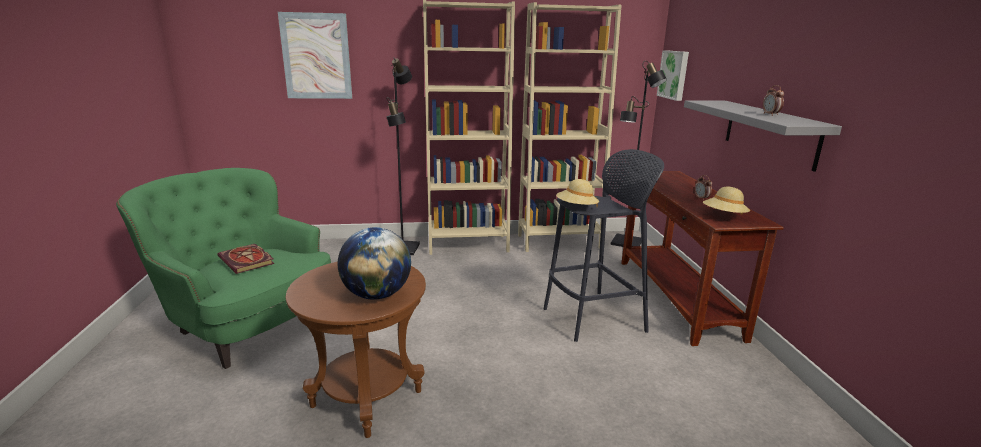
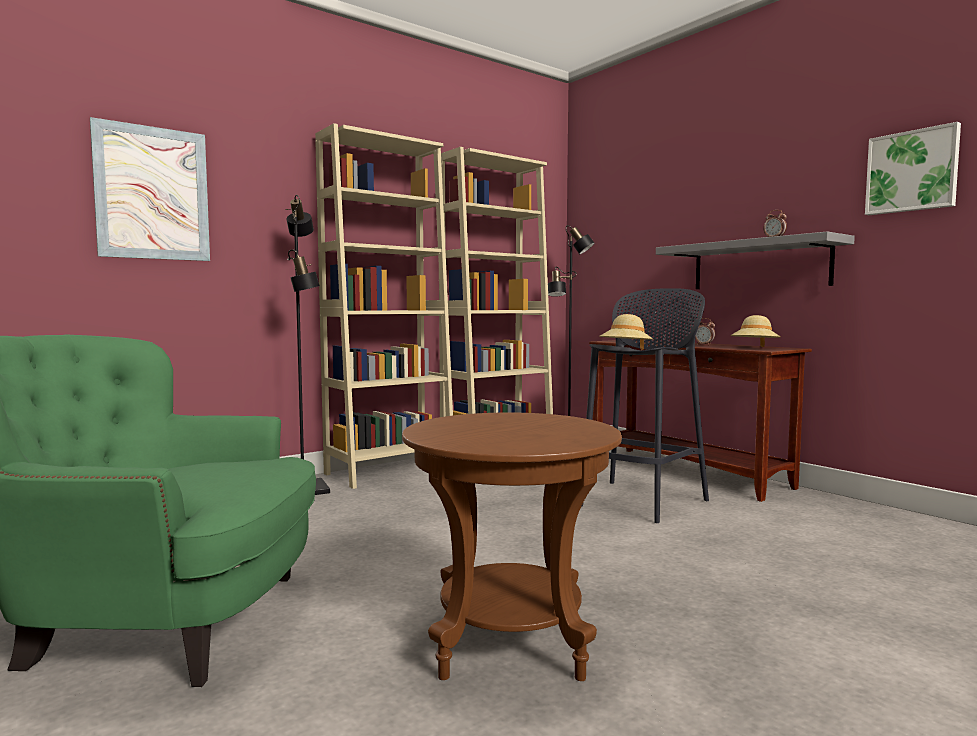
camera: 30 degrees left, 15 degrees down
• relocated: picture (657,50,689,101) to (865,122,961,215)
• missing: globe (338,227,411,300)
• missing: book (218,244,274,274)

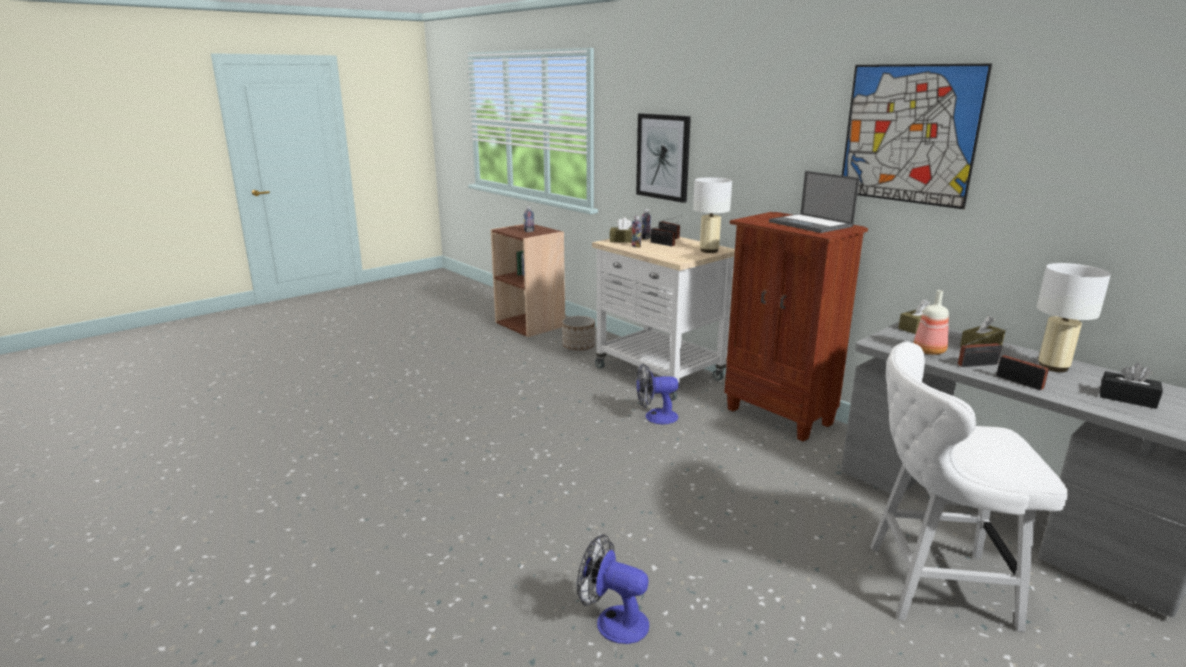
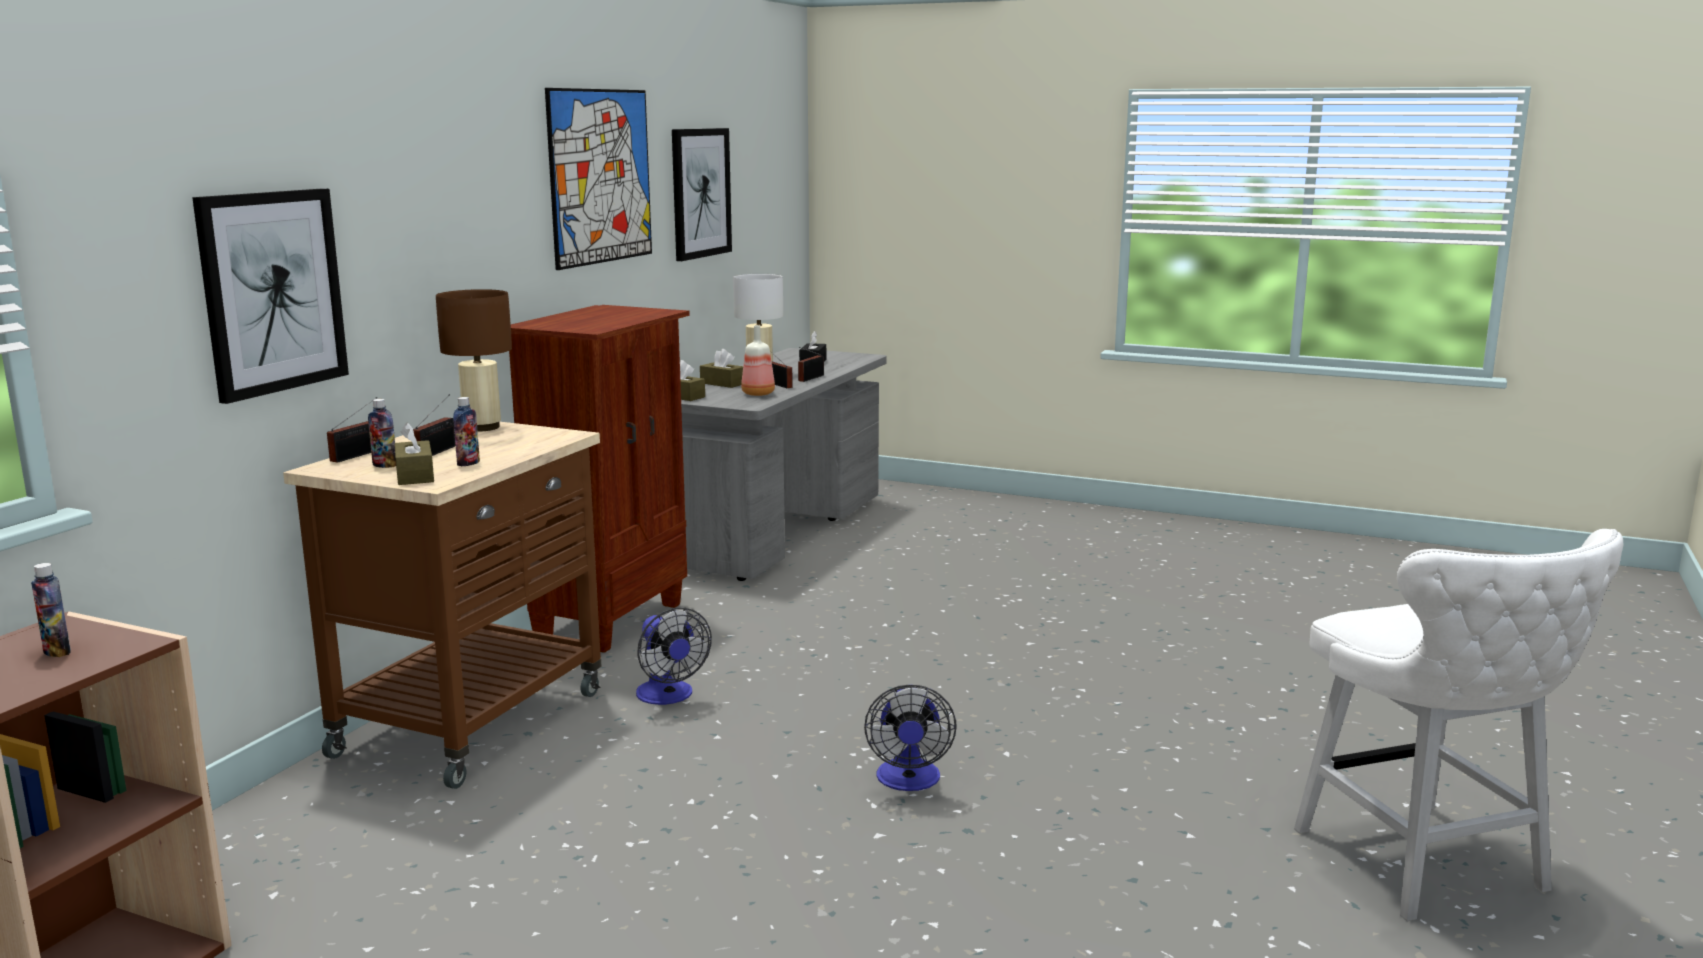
camera: 115 degrees left, 5 degrees down
• missing: laptop (769,171,860,233)
• colour: white table lamp (693,177,732,253) to brown table lamp (436,289,512,432)
• colour: white cart (592,233,735,401) to brown cart (283,422,601,789)
• missing: planter (562,316,595,351)
• relocated: white stool (870,341,1068,632) to (1294,529,1623,921)
• relocated: fan (577,534,649,644) to (864,685,957,791)
• appeared: picture (672,128,732,261)

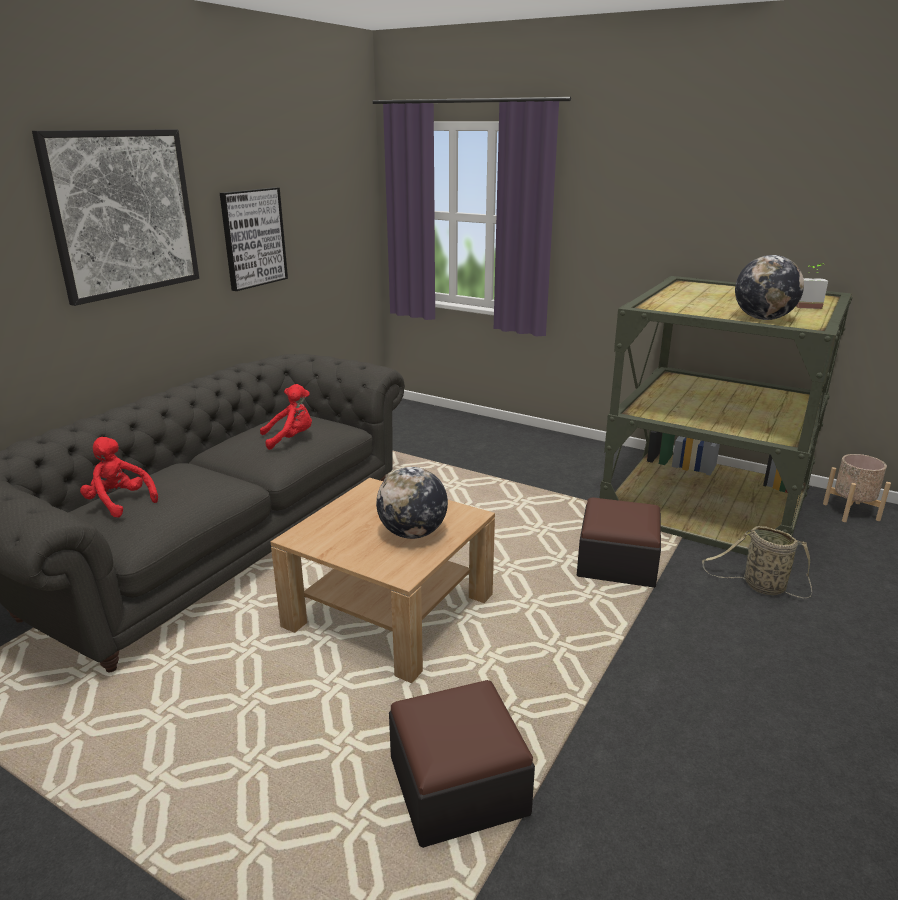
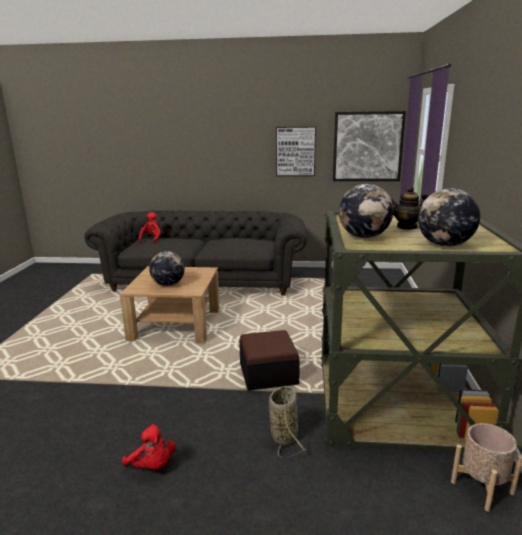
camera: 65 degrees right, 5 degrees down
• relocated: picture (32,129,199,306) to (333,111,406,181)
• exchanged: potted plant (796,263,828,309) to globe (418,188,480,247)
• relocated: red plush toy (260,384,312,450) to (122,424,176,470)
• missing: ottoman (389,680,535,848)
• appeared: teapot (391,186,430,230)

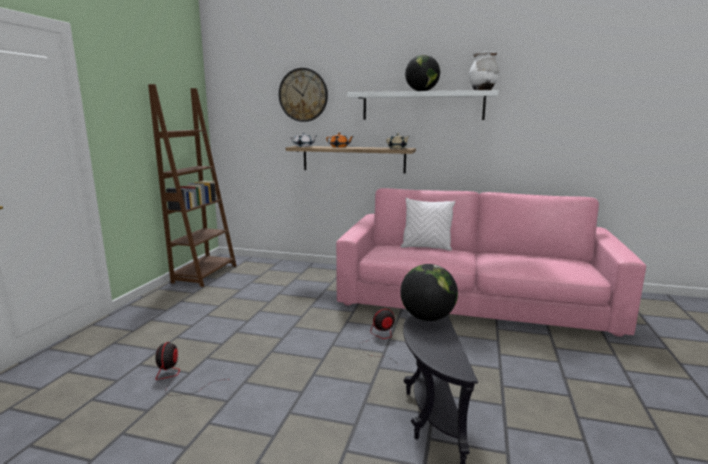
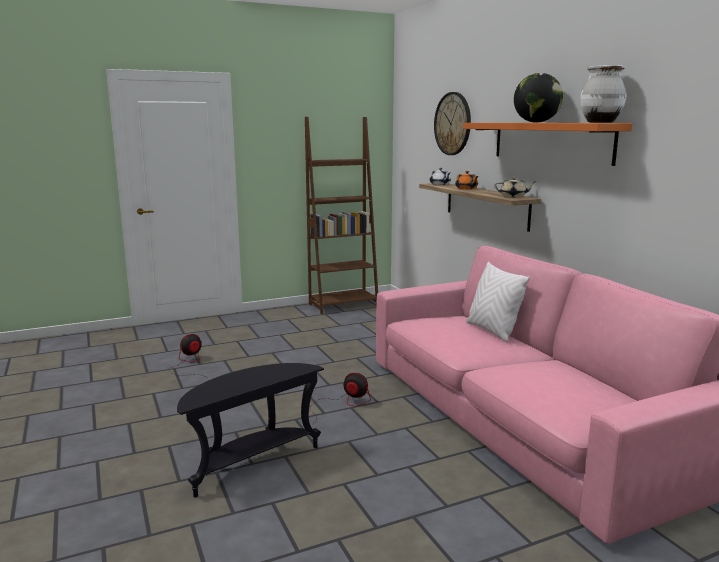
camera: 50 degrees right, 0 degrees up
• colour: white shelf (347,90,498,120) to orange shelf (463,123,632,166)
• missing: globe (400,264,458,321)

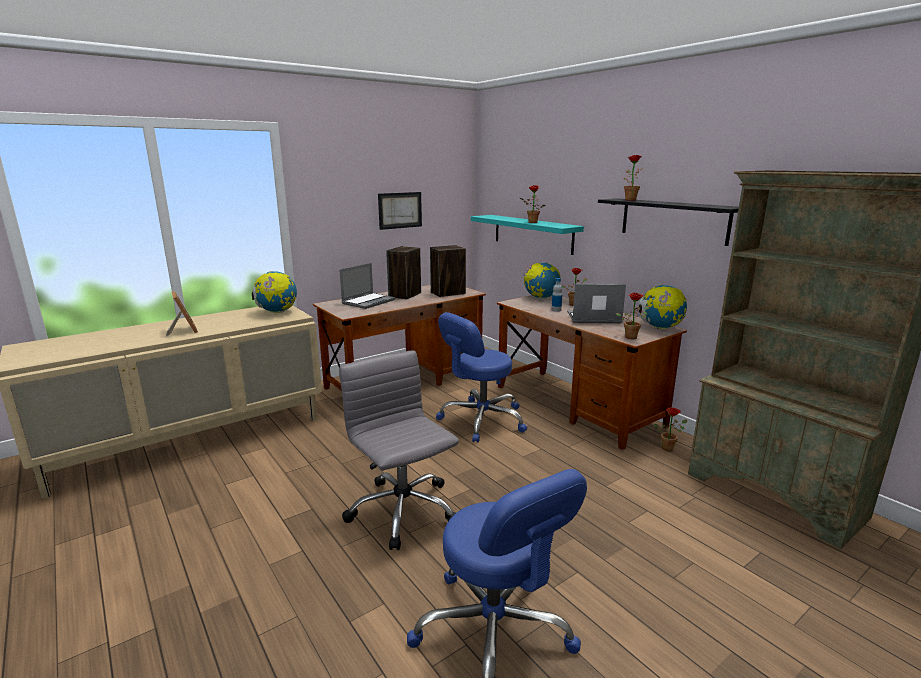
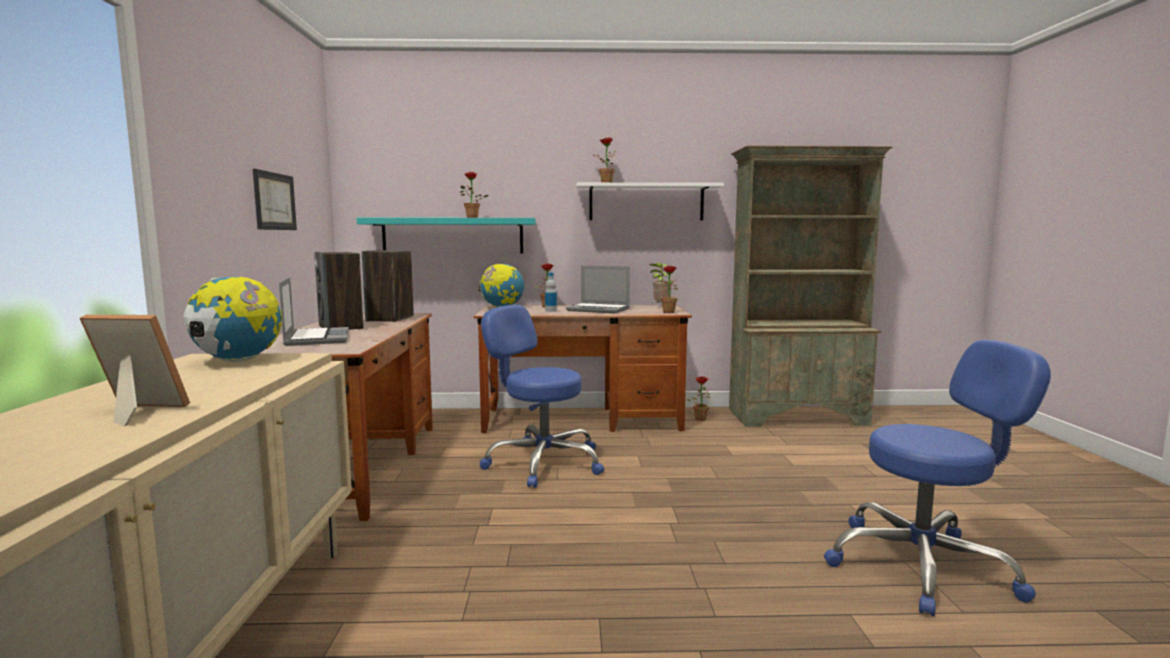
camera: 55 degrees left, 10 degrees down
• colour: black shelf (598,198,739,246) to white shelf (576,183,724,220)
• spun: laptop (567,284,626,323) = (566,266,630,313) 105 degrees counterclockwise
• exchanged: globe (639,284,687,329) to potted plant (649,263,672,305)
• spun: blue office chair (436,312,527,443) = (480,305,604,488) 120 degrees clockwise
• missing: grey office chair (339,351,459,550)

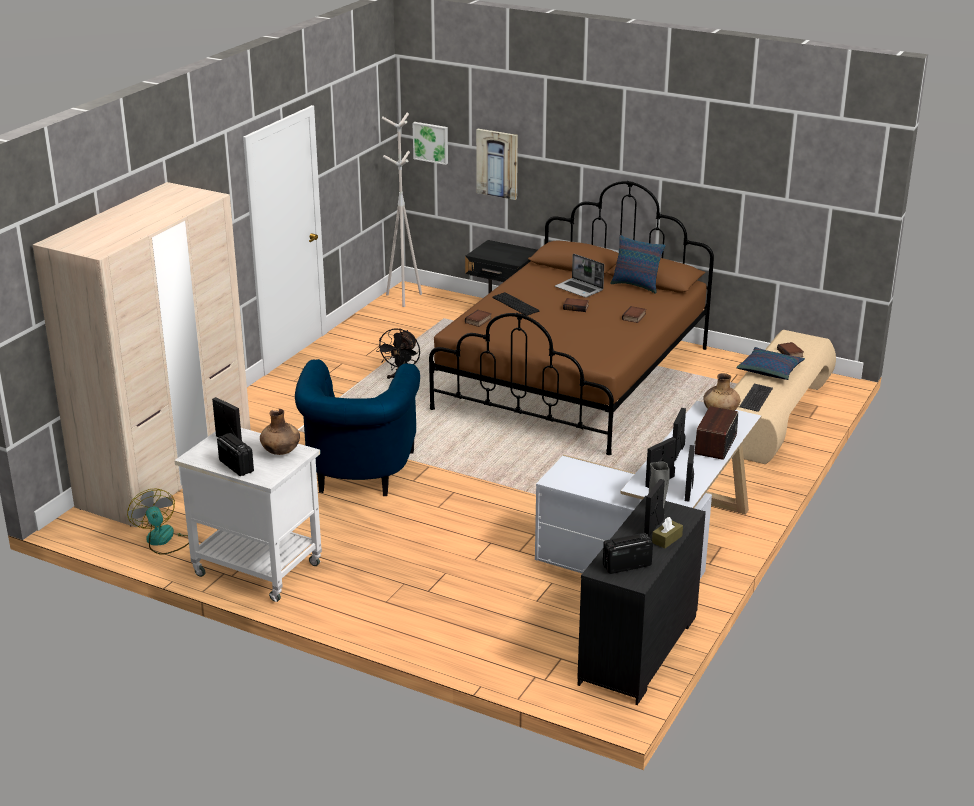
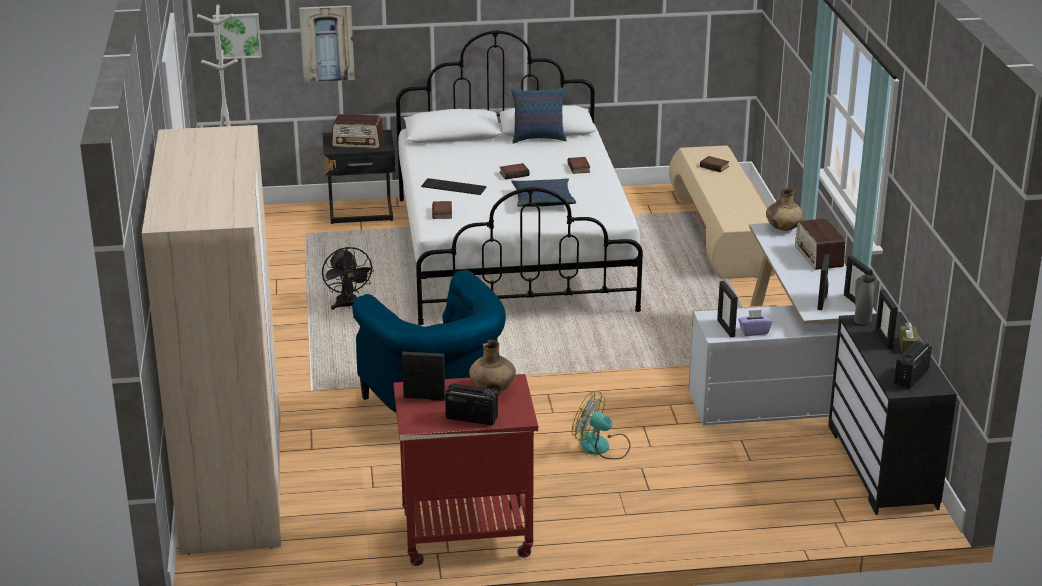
camera: 35 degrees left, 0 degrees up
• colour: brown bed (429,181,714,455) to white bed (396,30,643,325)
• missing: laptop (555,254,604,297)
• relocated: blue pillow (737,347,805,380) to (511,178,576,207)
• missing: keyboard (739,383,773,412)
• relocated: picture frame (673,408,686,461) to (717,281,738,337)
• colour: white cart (174,428,322,602) to red cart (393,374,538,566)
• relocated: fan (127,488,189,555) to (572,391,631,459)
• appeared: radio (332,114,384,148)
• appeared: purple tissue box (738,310,772,336)

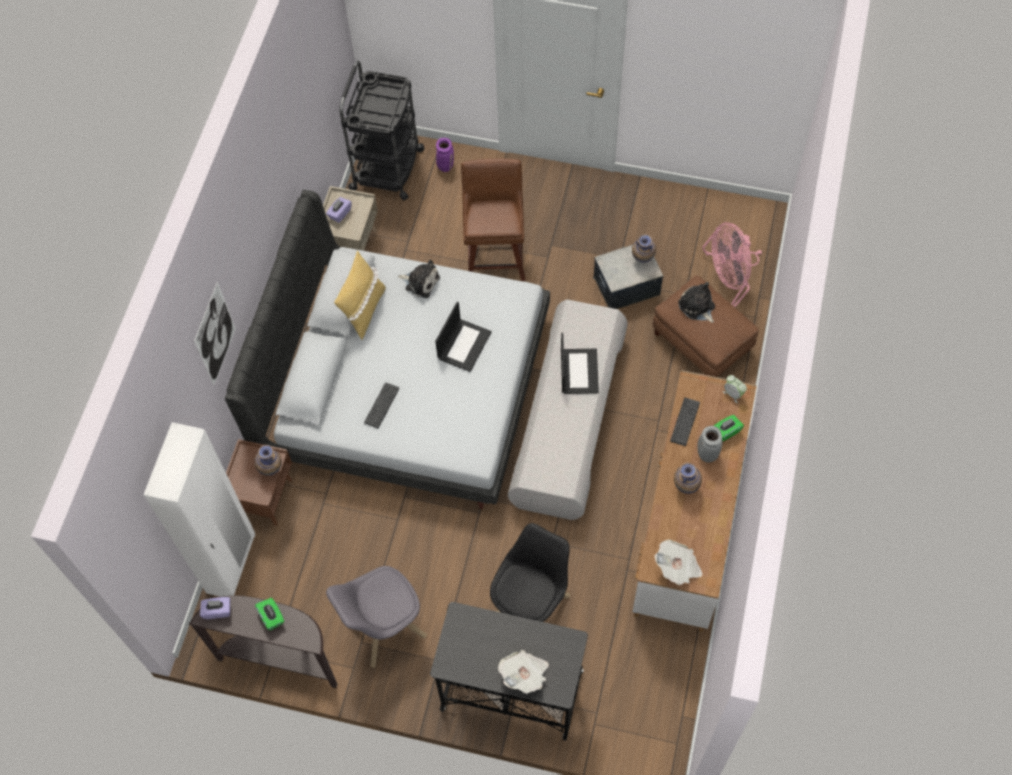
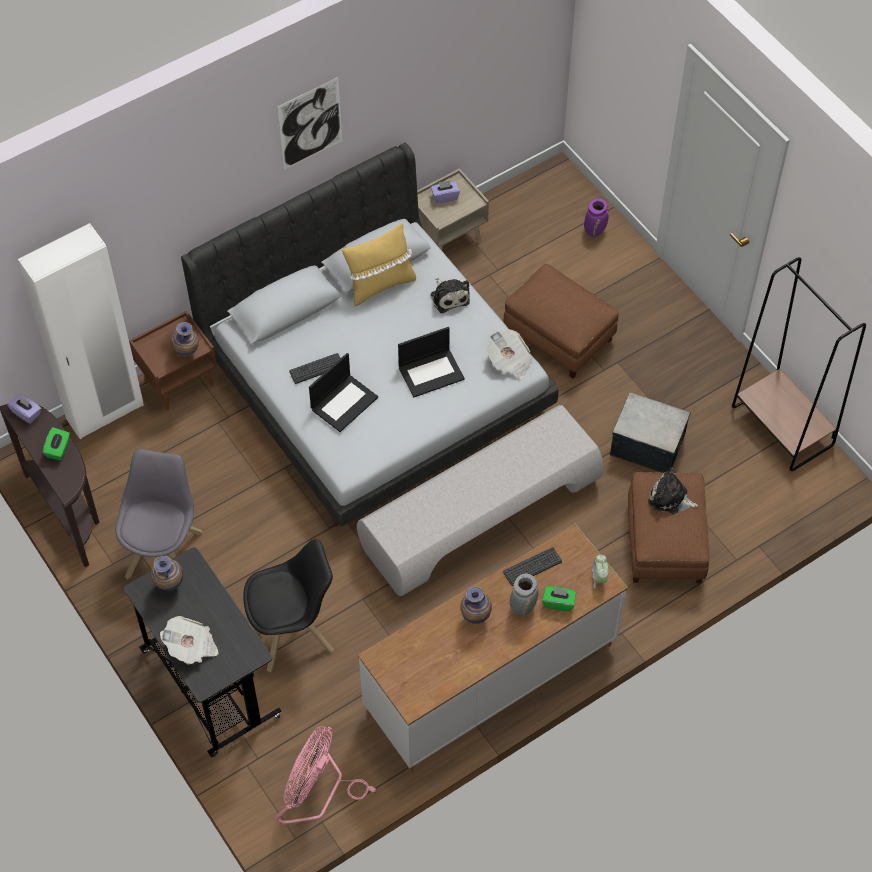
camera: 40 degrees right, 5 degrees down
• missing: black cart (339,61,425,201)
• exchanged: brown chair (461,158,526,281) to brown ottoman (504,263,619,379)
• relocated: pink fan (702,222,763,307) to (275,726,377,825)
• relocated: vase (632,234,656,263) to (151,556,183,591)
• relocated: picture (194,281,236,386) to (277,77,342,170)
• spun: plush toy (678,282,715,323) = (648,467,698,514) 75 degrees counterclockwise
• relocated: laptop (561,333,599,394) to (309,353,378,432)
• relocated: newspaper (655,539,703,585) to (487,329,533,379)
• spun: grey chair (326,566,427,668) = (115,449,203,579) 90 degrees clockwise
• appeared: clothes rack (732,257,866,471)

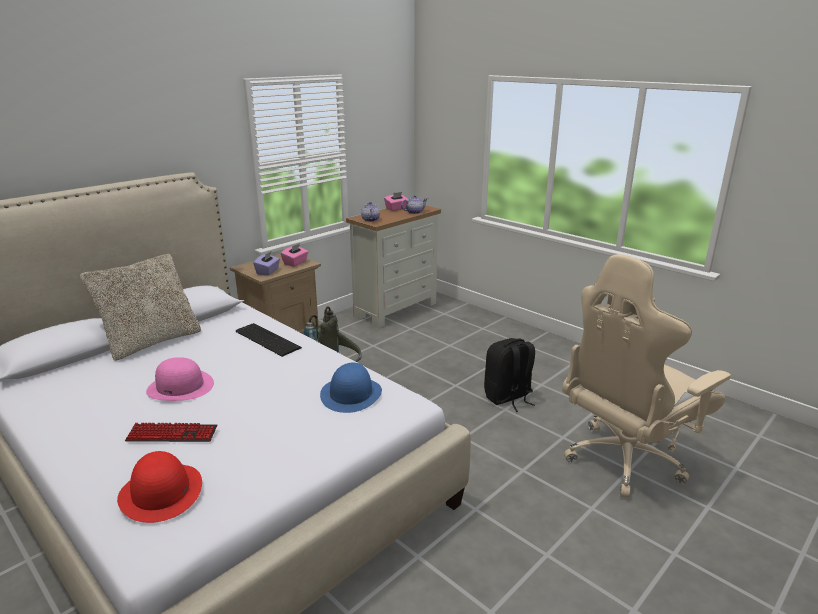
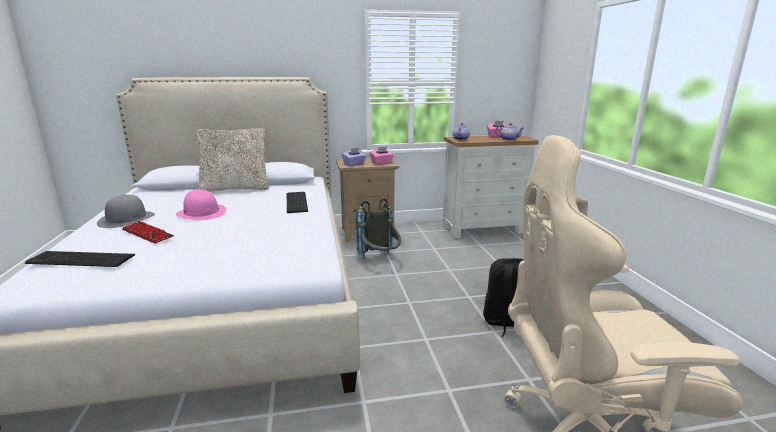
camera: 35 degrees right, 5 degrees down
• missing: blue hat (320,363,382,413)
• exchanged: red hat (117,451,202,523) to keyboard (25,251,135,267)
• appeared: grey hat (97,195,155,228)

